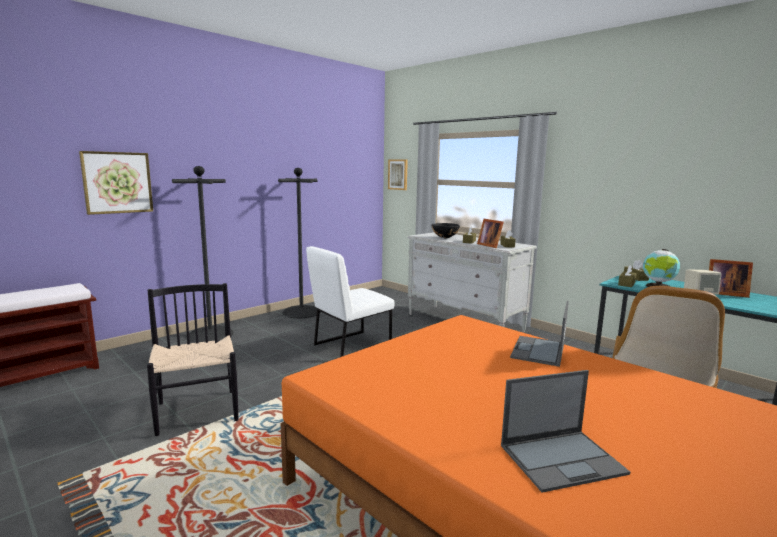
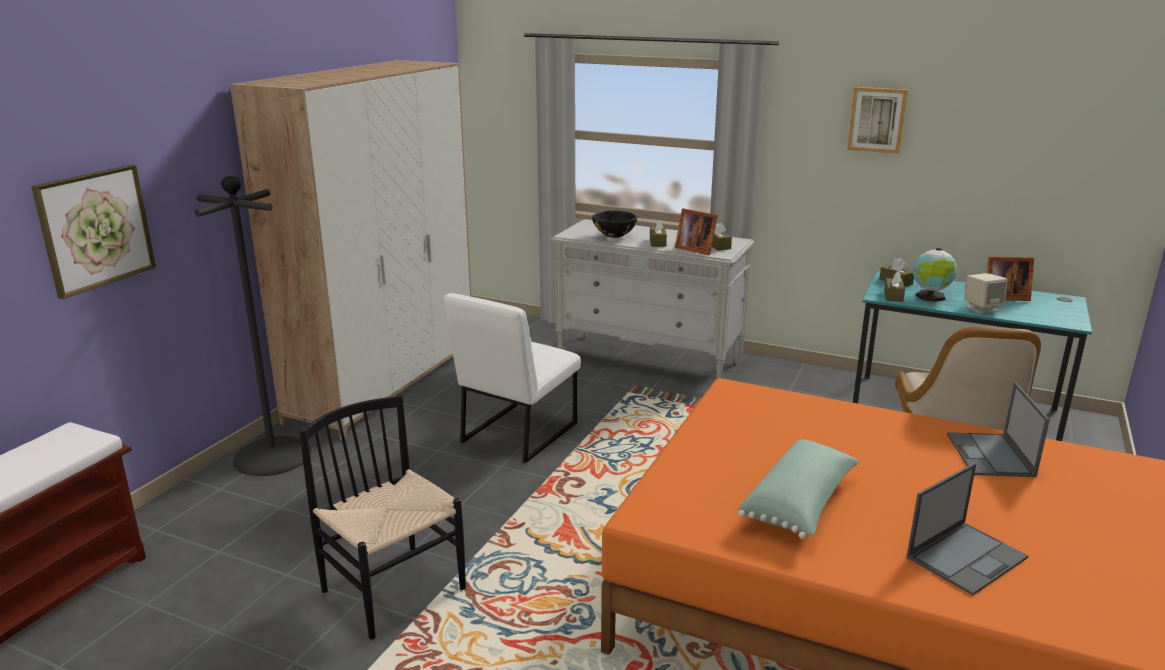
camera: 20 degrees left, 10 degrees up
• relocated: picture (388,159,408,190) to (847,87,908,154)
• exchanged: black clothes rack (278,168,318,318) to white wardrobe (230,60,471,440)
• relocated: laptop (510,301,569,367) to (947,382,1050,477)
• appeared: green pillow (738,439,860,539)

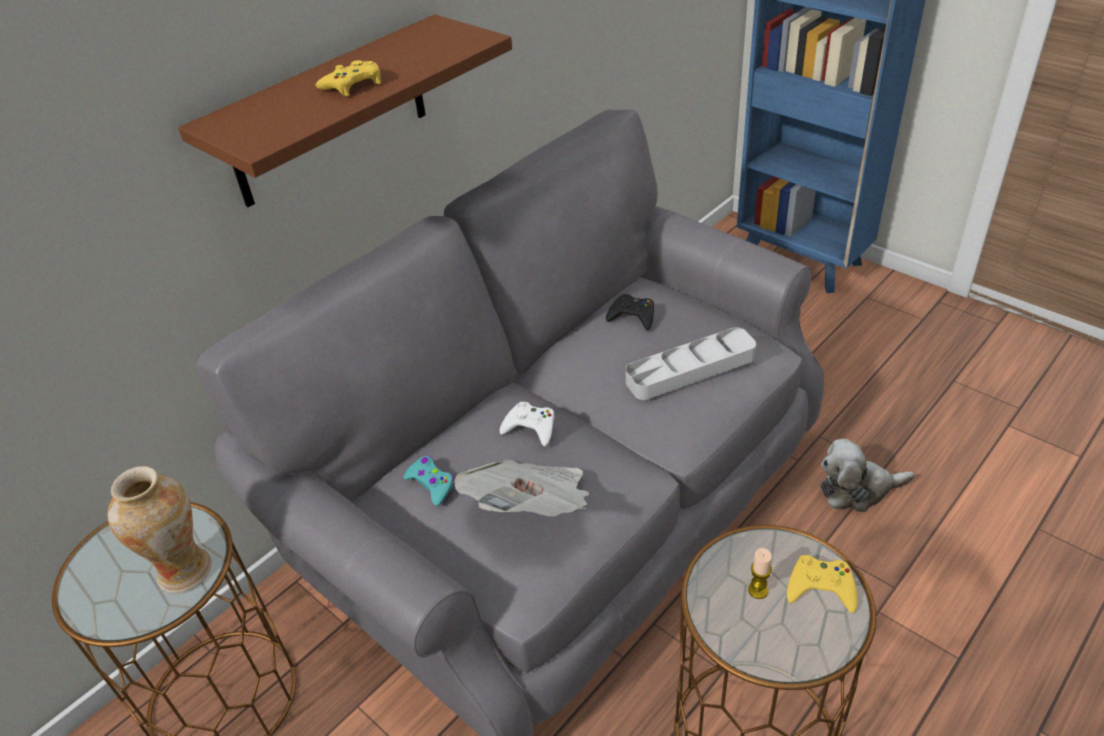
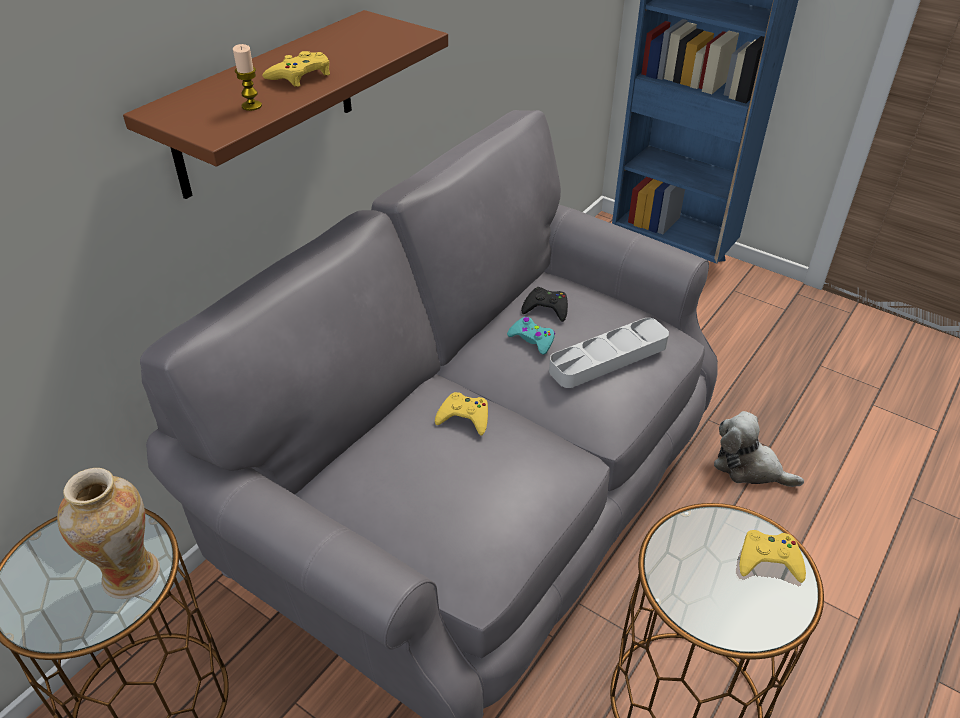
camera: 10 degrees left, 0 degrees up
• colour: white game controller (500,402,555,446) to yellow game controller (435,392,488,435)
• spun: plush toy (820,439,915,512) = (714,411,804,487) 45 degrees clockwise
• relocated: turquoise game controller (403,456,454,506) to (507,317,555,355)
• missing: newspaper (455,459,589,516)
• relocated: candle (748,548,772,599) to (233,44,262,111)

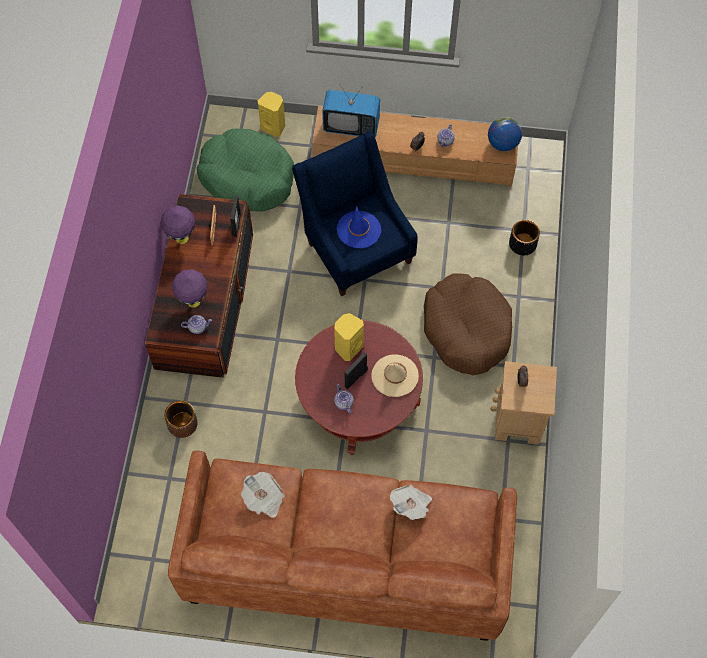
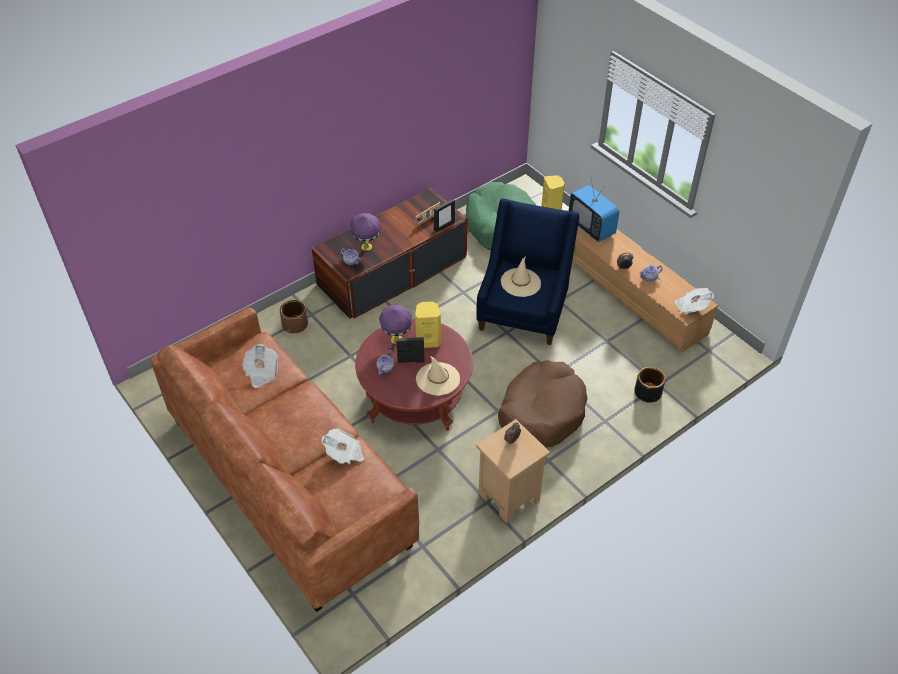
camera: 45 degrees right, 15 degrees down
• exchanged: globe (488,117,522,151) to newspaper (675,288,714,313)
• relocated: purple table lamp (160,205,195,244) to (379,304,412,344)
• colour: blue hat (337,206,381,248) to beige hat (501,257,541,297)

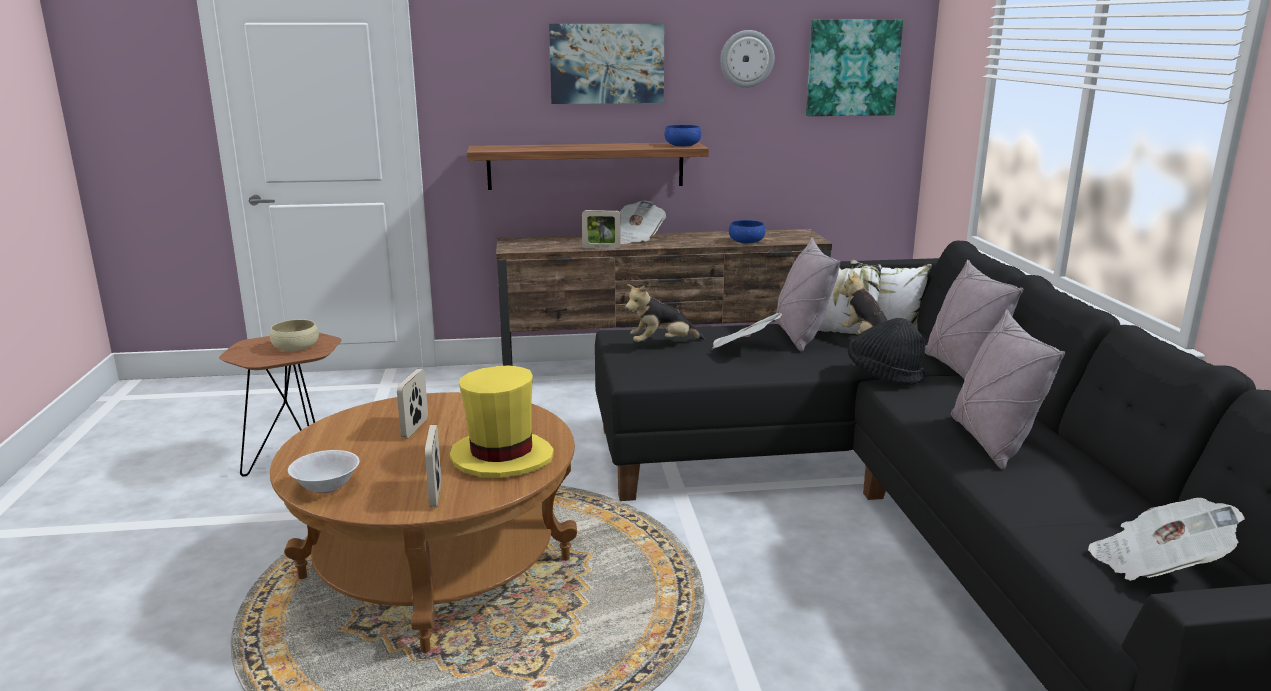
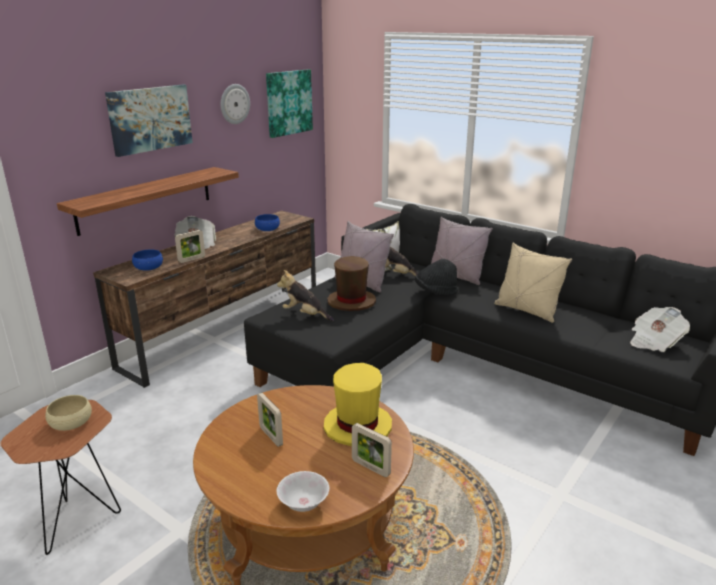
camera: 45 degrees left, 5 degrees up
• relocated: blue bowl (664,125,701,146) to (132,249,163,271)
• spun: plush toy (625,284,705,342) = (277,270,334,321) 90 degrees clockwise
• colour: purple pillow (951,310,1065,469) to beige pillow (494,243,572,323)
• exchanged: newspaper (711,313,782,350) to brown hat (327,256,376,311)

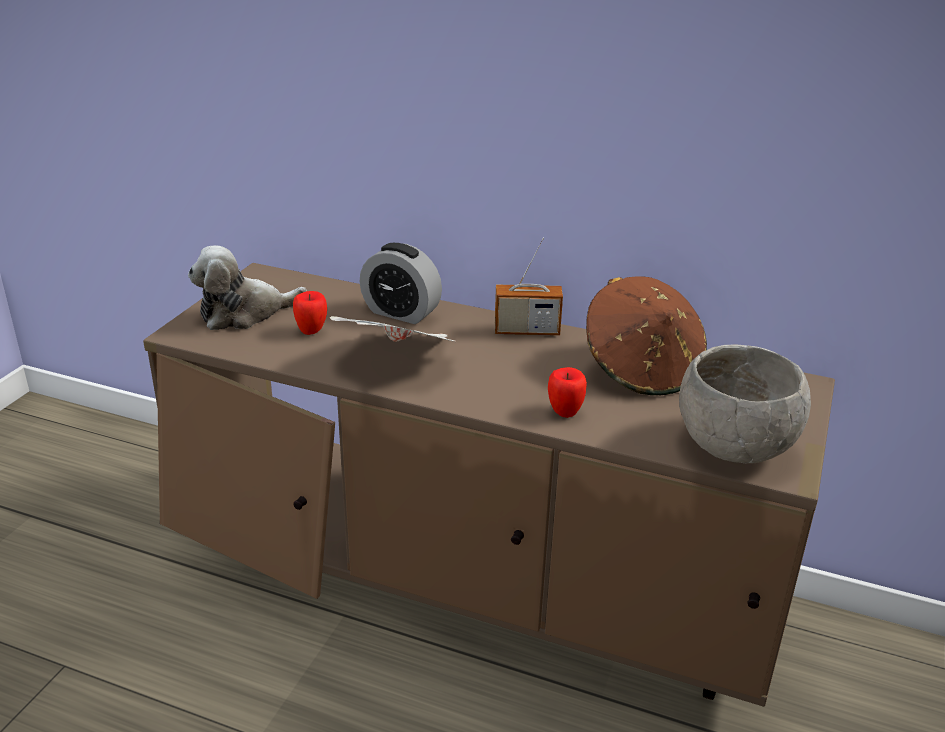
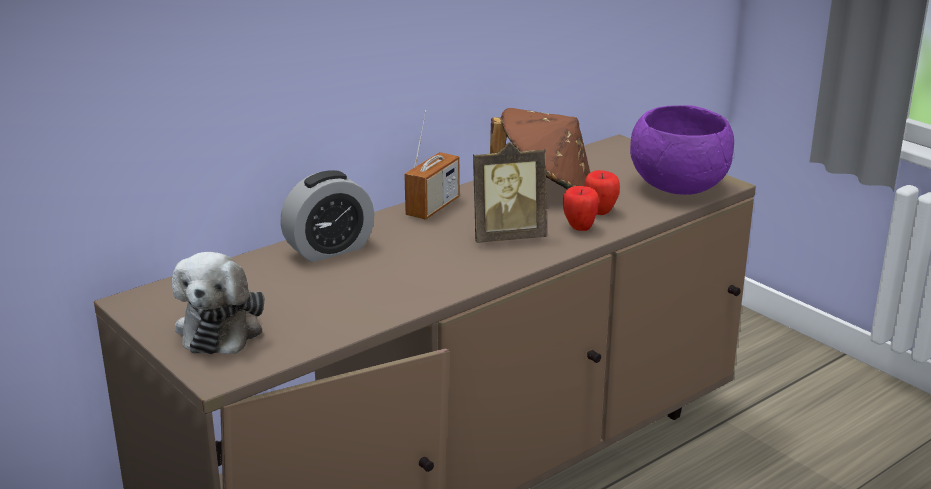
camera: 60 degrees left, 5 degrees down
• relocated: apple (293,291,327,335) to (585,170,620,215)
• missing: newspaper (330,316,457,343)
• colour: grey bowl (679,344,811,464) to purple bowl (630,105,734,195)
• appeared: picture frame (473,142,547,243)

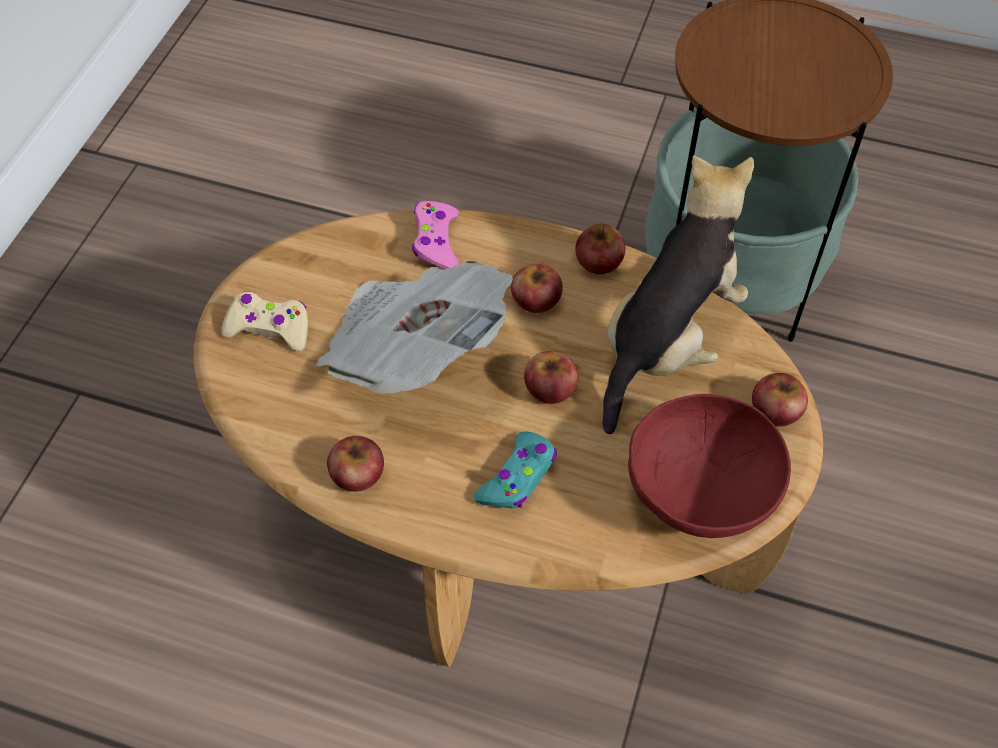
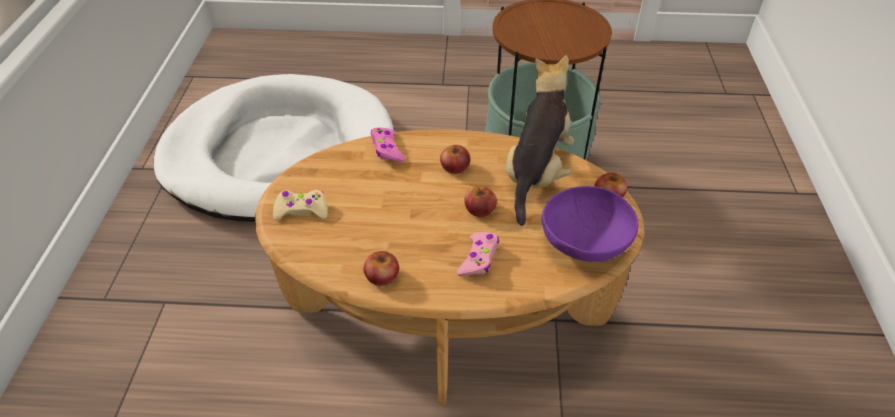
camera: 15 degrees left, 10 degrees down
• missing: apple (575,224,625,274)
• missing: newspaper (316,261,513,394)
• colour: red bowl (628,394,791,538) to purple bowl (542,186,639,262)
• colour: turquoise game controller (474,432,557,509) to pink game controller (457,232,499,276)
• appeared: white dog bed (154,74,394,222)

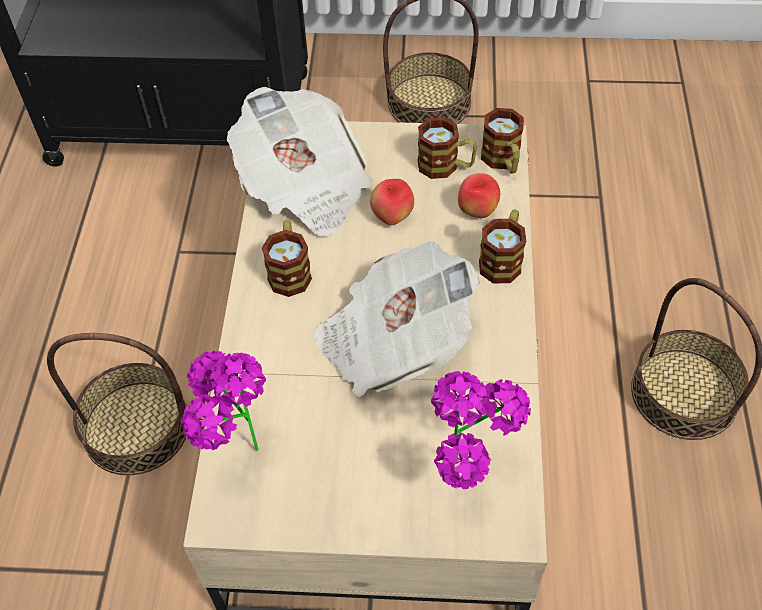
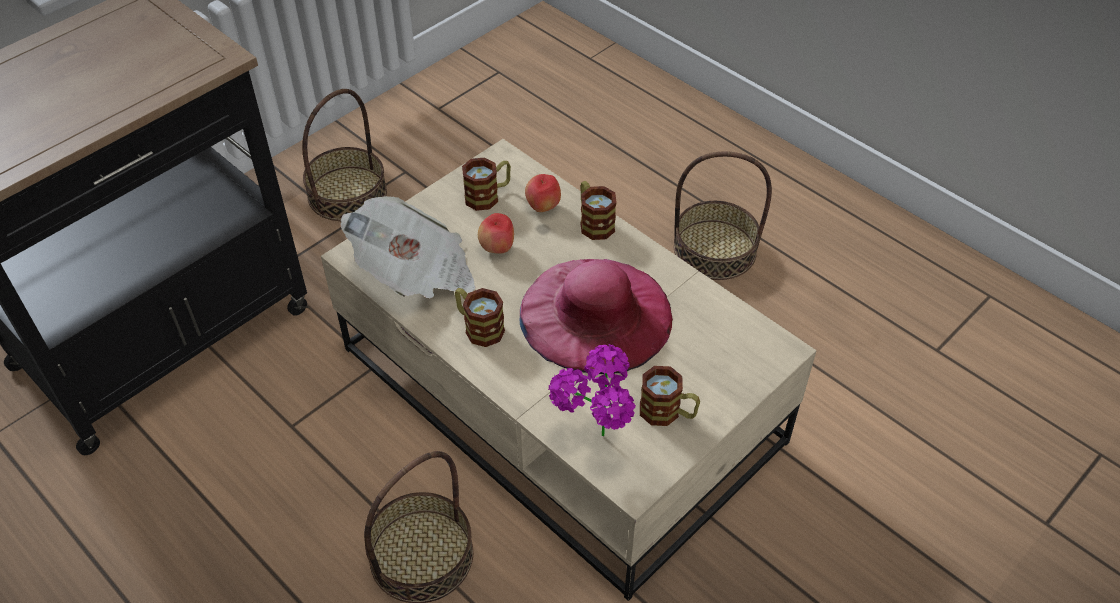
camera: 50 degrees left, 5 degrees down
• relocated: mug (481,108,524,174) to (640,366,700,426)
• exchanged: newspaper (313,241,480,397) to pink hat (520,259,673,374)
• missing: potted plant (431,371,531,489)

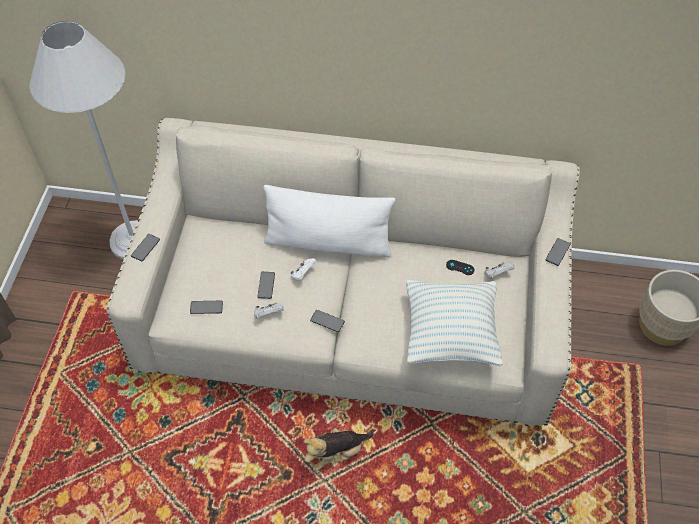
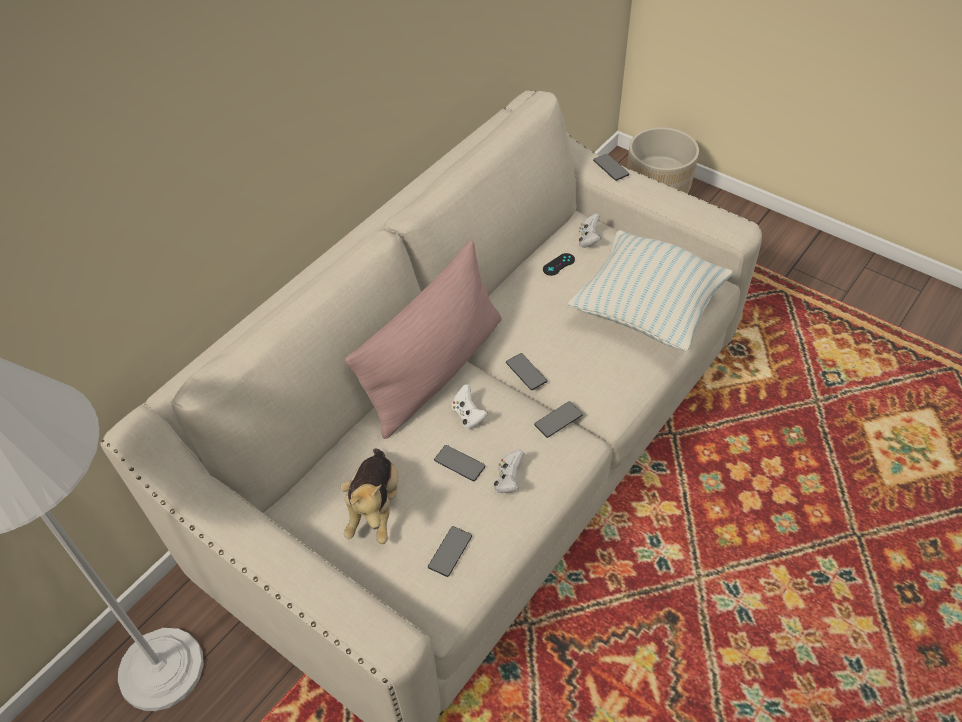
camera: 60 degrees left, 5 degrees down
• colour: white pillow (263,185,395,258) to pink pillow (345,240,502,439)
• relocated: phone (131,234,160,261) to (506,353,547,390)
• relocated: plush toy (304,428,373,471) to (341,448,399,544)

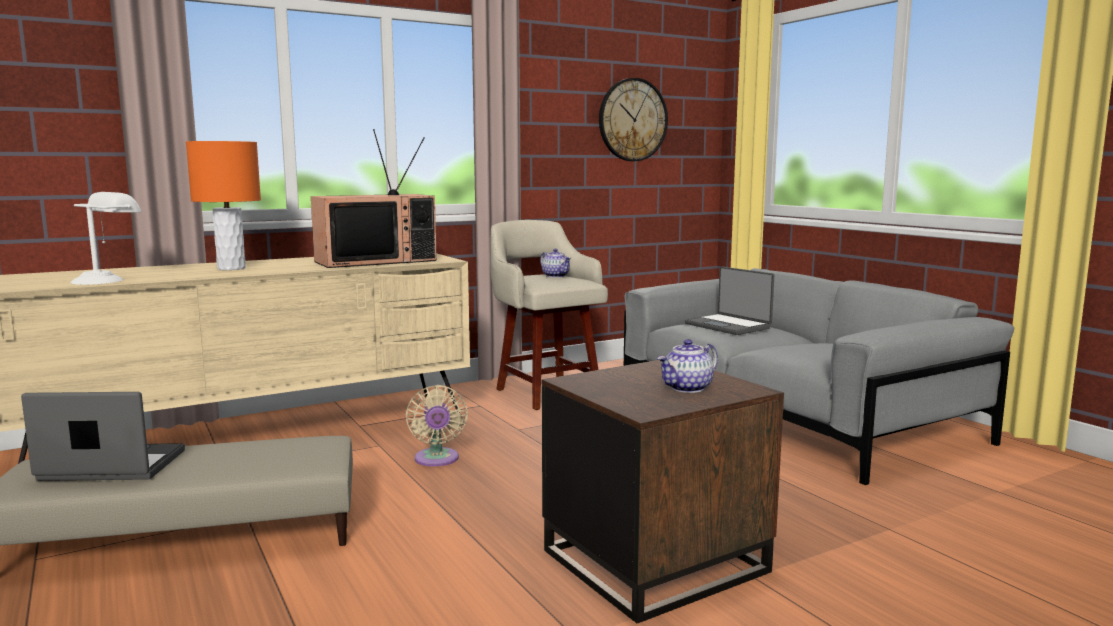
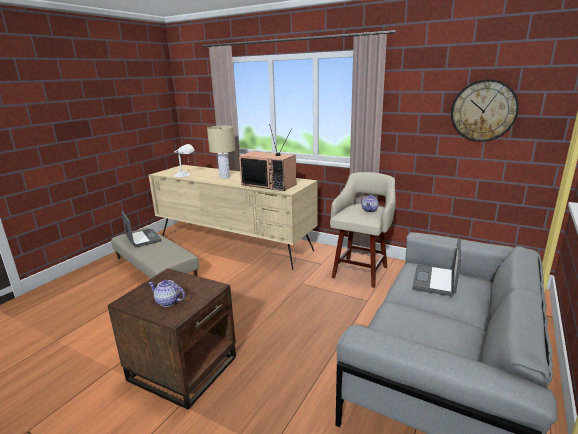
camera: 60 degrees right, 10 degrees up
• colour: orange table lamp (186,141,261,270) to beige table lamp (207,126,235,178)
• missing: beige fan (405,385,468,467)

